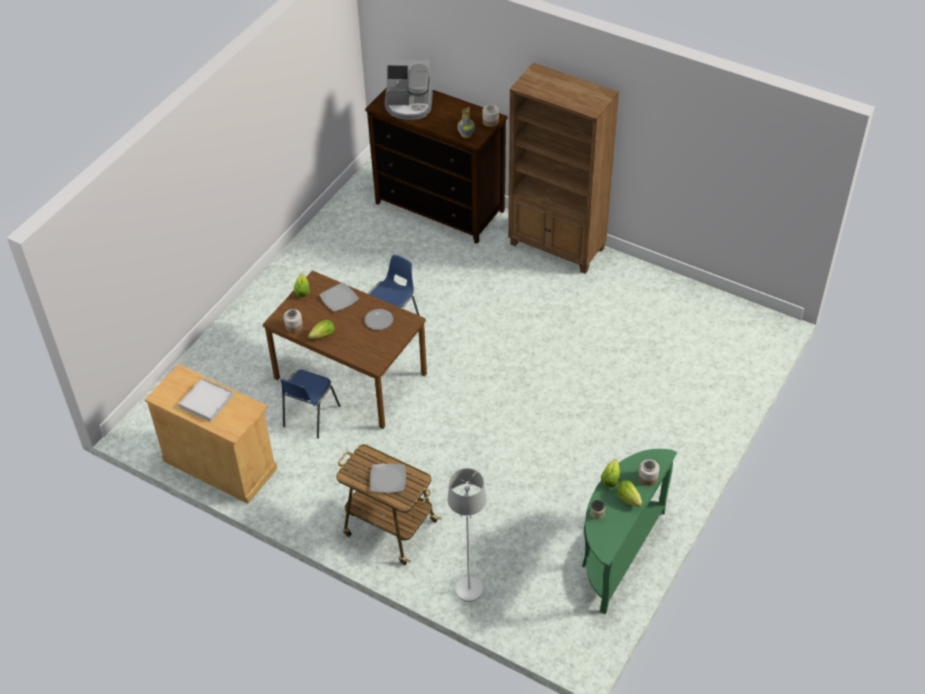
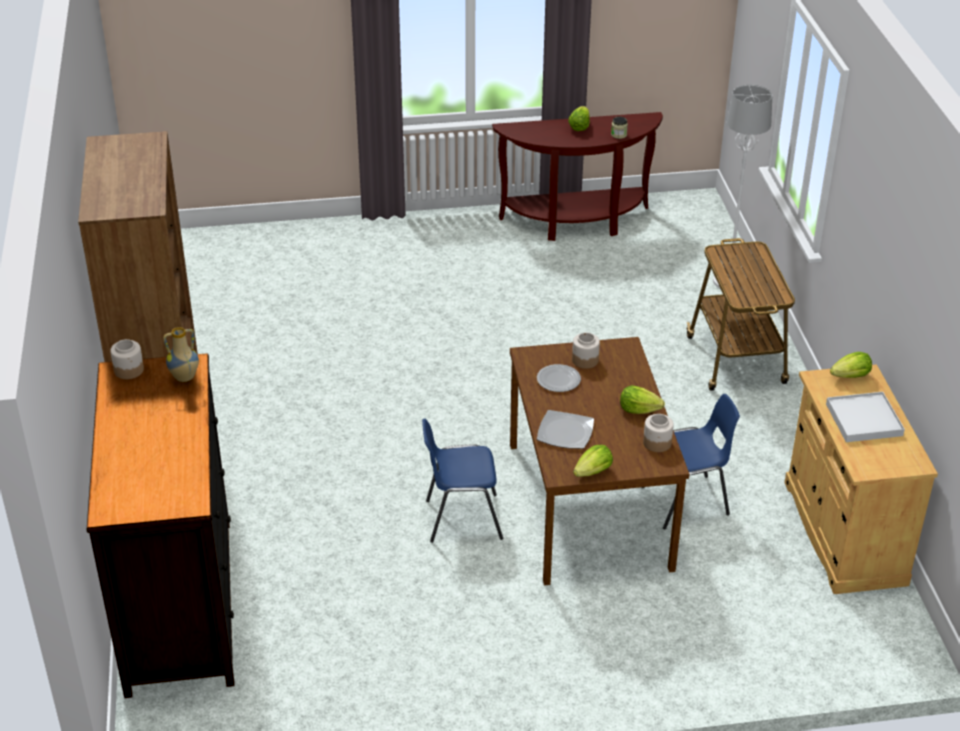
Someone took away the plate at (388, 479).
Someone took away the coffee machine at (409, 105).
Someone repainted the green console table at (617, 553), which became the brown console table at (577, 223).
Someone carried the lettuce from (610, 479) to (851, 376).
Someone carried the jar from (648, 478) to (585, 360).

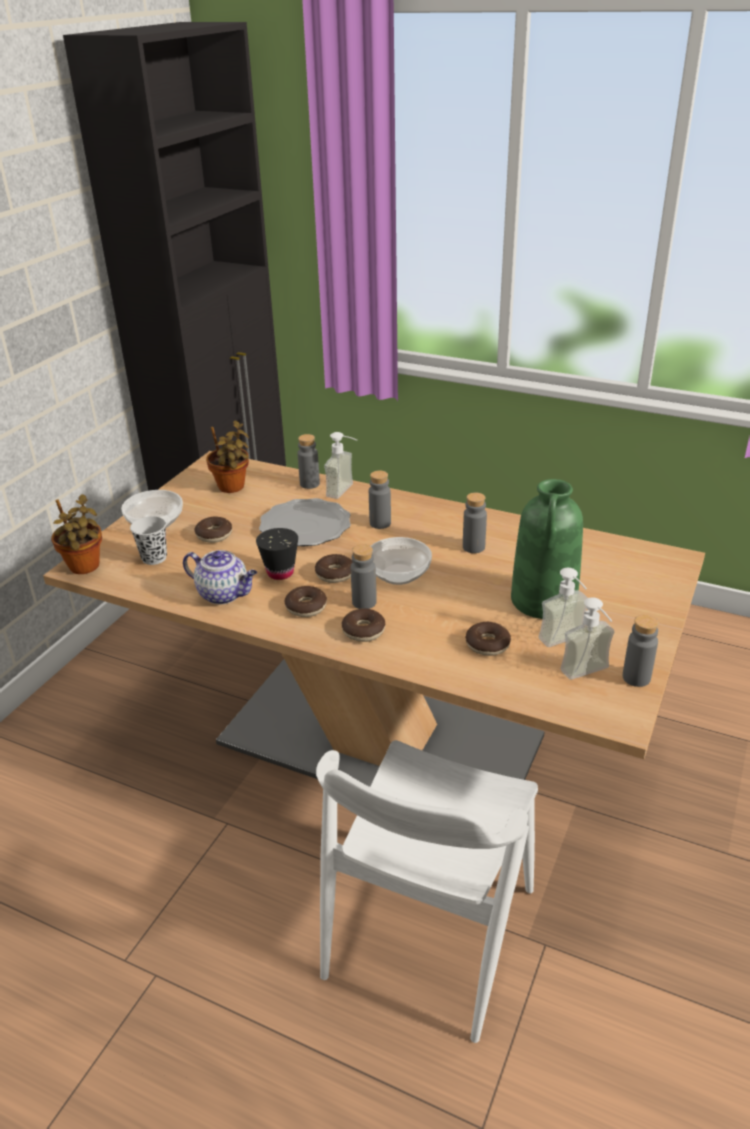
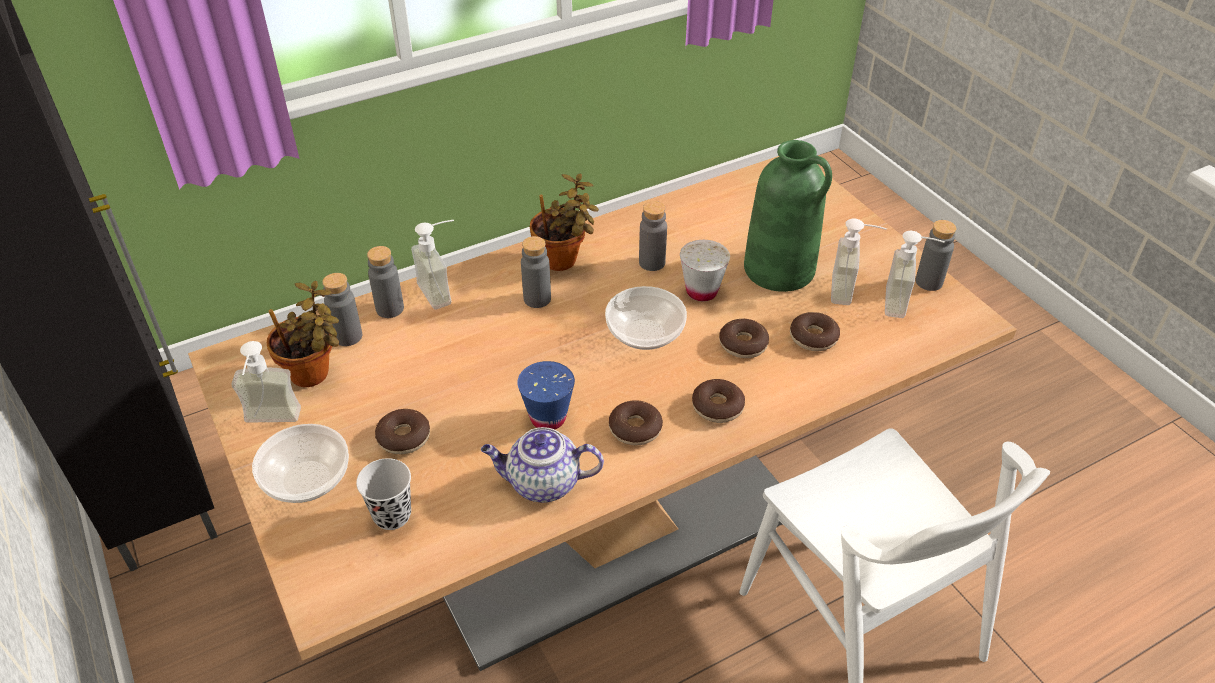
Someone carried the potted plant from (85, 568) to (563, 261).
Someone rotated the teapot at (224, 594) by 150 degrees counterclockwise.
Someone repainted the black cup at (280, 572), which became the blue cup at (548, 418).
Someone took away the plate at (305, 526).
Someone carried the donut from (335, 574) to (743, 344).
Someone carried the grey bottle from (364, 602) to (348, 336).
Someone put down the soap dispenser at (270, 423).
Someone put down the white cup at (701, 291).

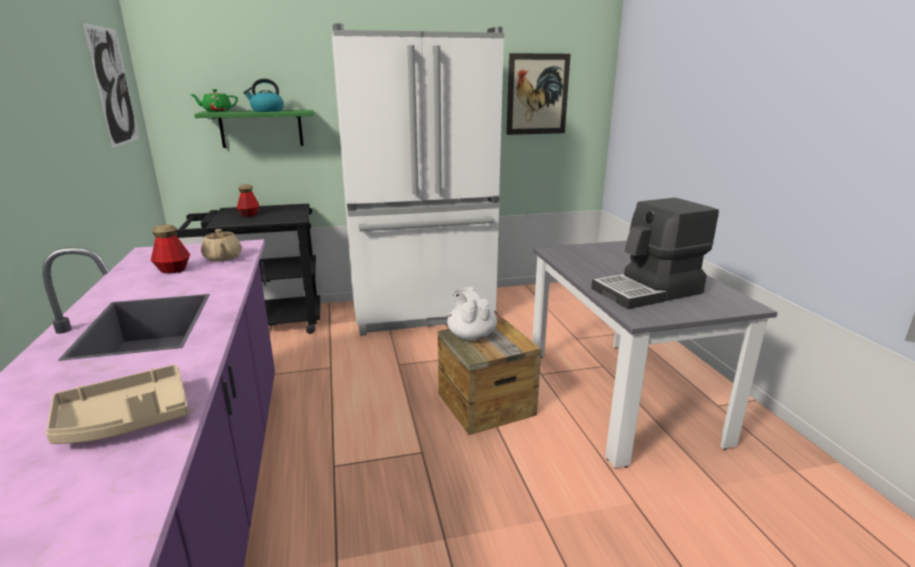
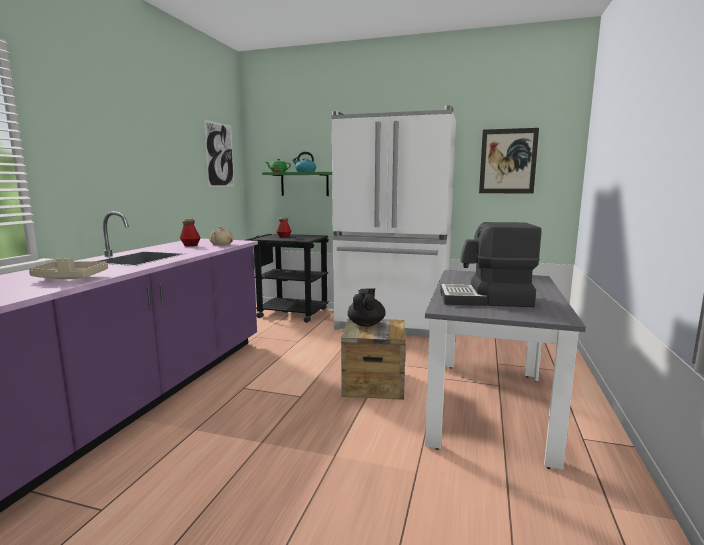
Someone repainted the white teapot at (471, 335), which became the black teapot at (366, 324).

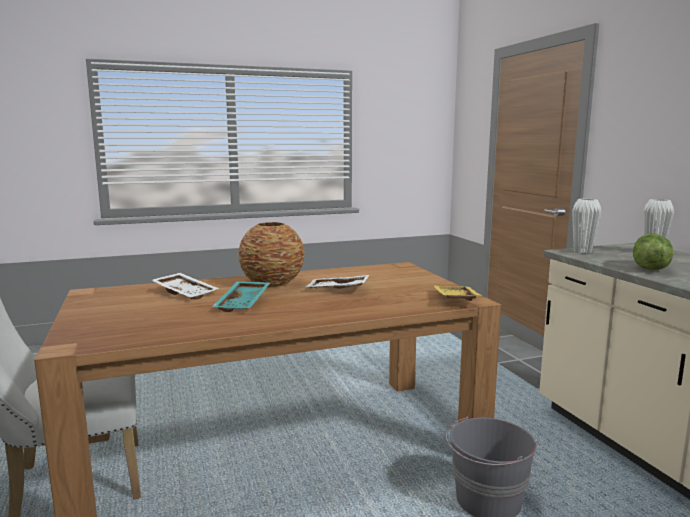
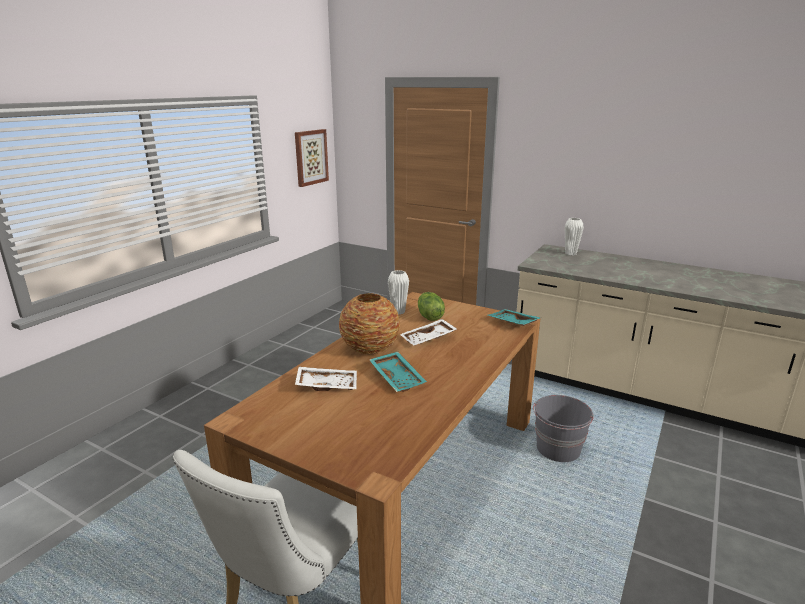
Someone repainted the yellow tray at (454, 299), which became the turquoise tray at (512, 323).
Someone carried the white vase from (582, 251) to (398, 312).
Someone carried the lettuce from (649, 268) to (429, 317).
Someone put up the picture at (310, 157).

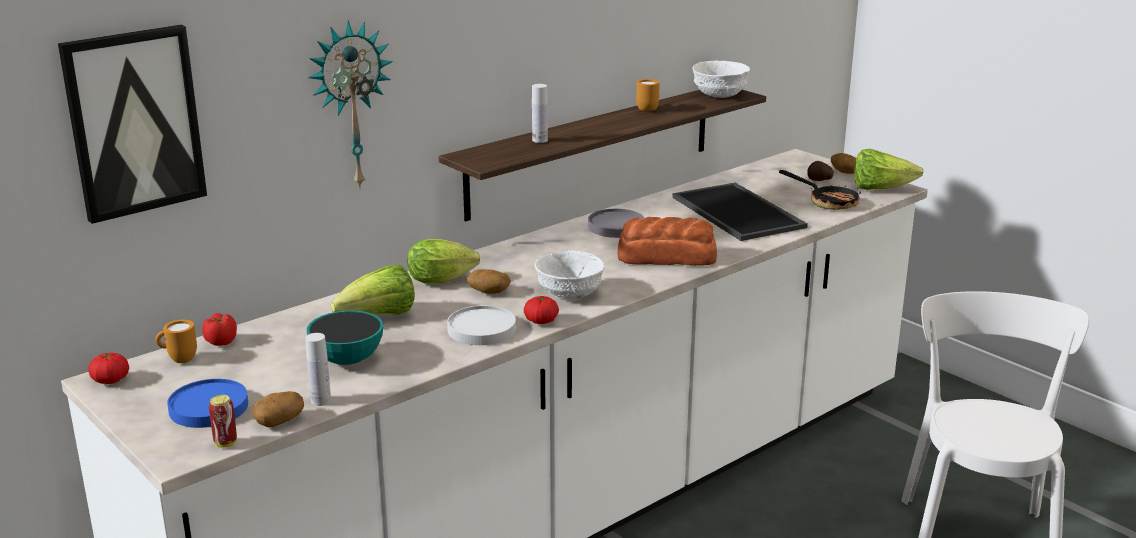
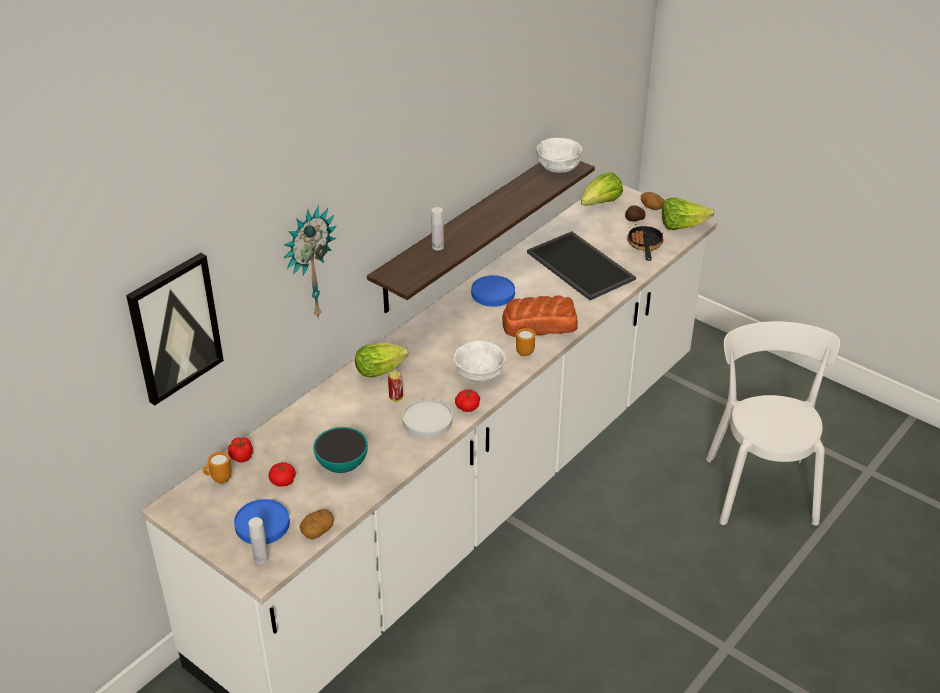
Someone carried the tomato from (110, 380) to (283, 481).
Someone carried the can from (225, 443) to (396, 398).
Someone carried the white bottle from (321, 400) to (261, 558).
Someone carried the lettuce from (379, 317) to (600, 204).
Someone took away the potato at (488, 292).
Someone repainted the grey plate at (615, 226), which became the blue plate at (492, 293).
Someone carried the orange mug from (646, 109) to (523, 351).
Someone rotated the frying pan at (827, 201) by 120 degrees counterclockwise.

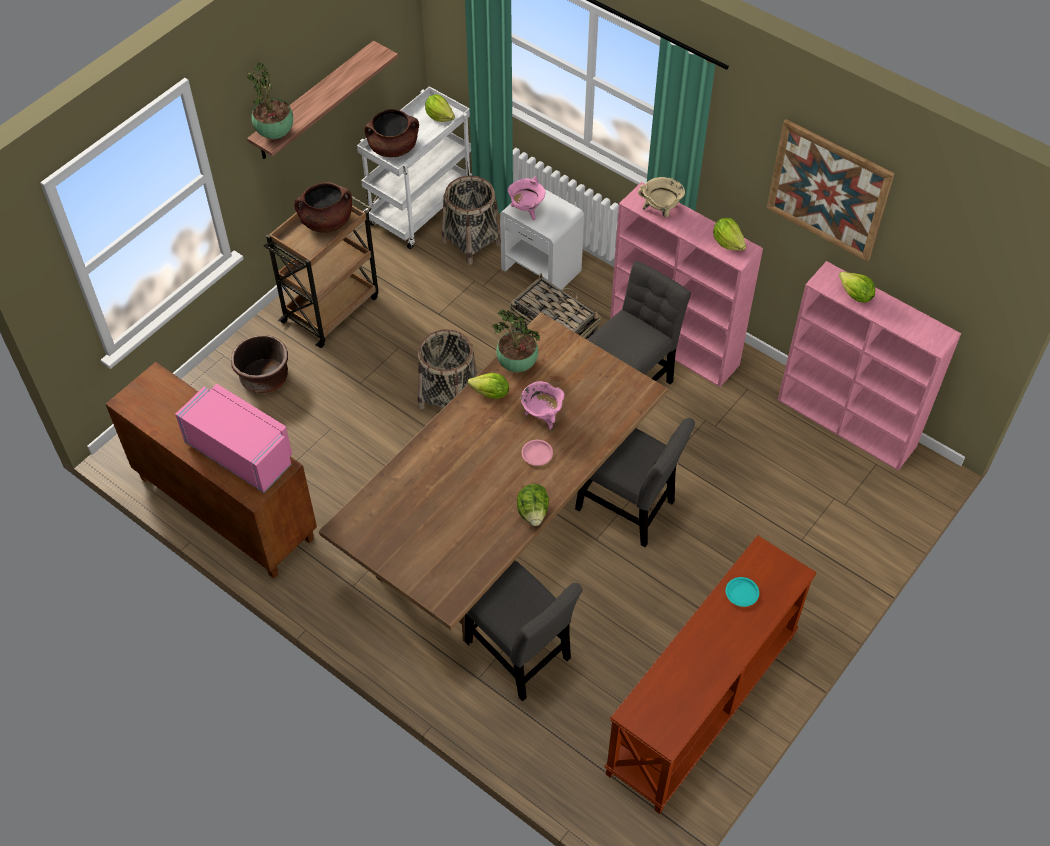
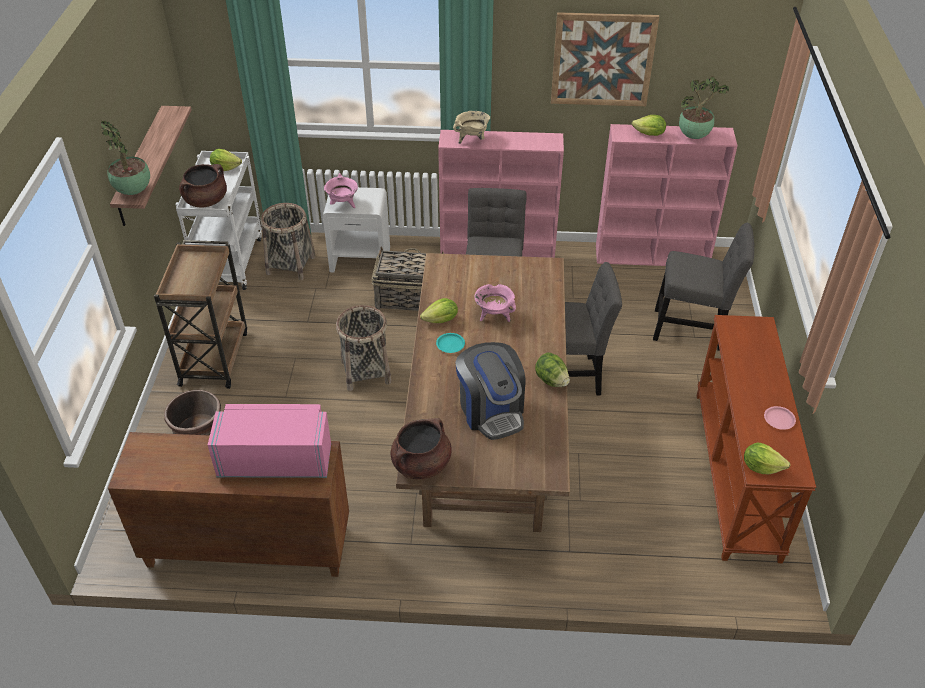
Someone carried the brown cooking pot from (326, 222) to (421, 465).
Someone carried the grey chair from (521, 655) to (692, 329).
Someone carried the potted plant from (518, 364) to (694, 136).
Someone carried the pink plate from (536, 454) to (779, 419).
Someone carried the lettuce from (728, 242) to (761, 467).
Someone carried the turquoise plate from (741, 593) to (450, 344).
Someone put down the coffee machine at (491, 410).

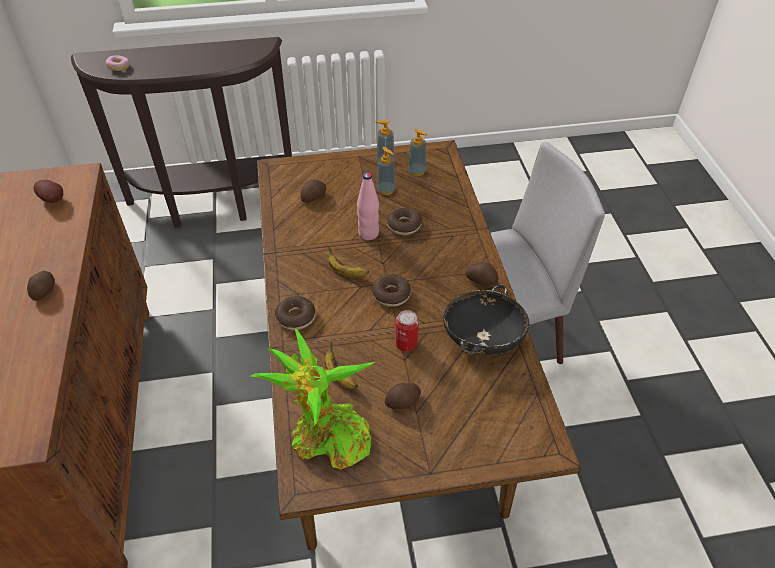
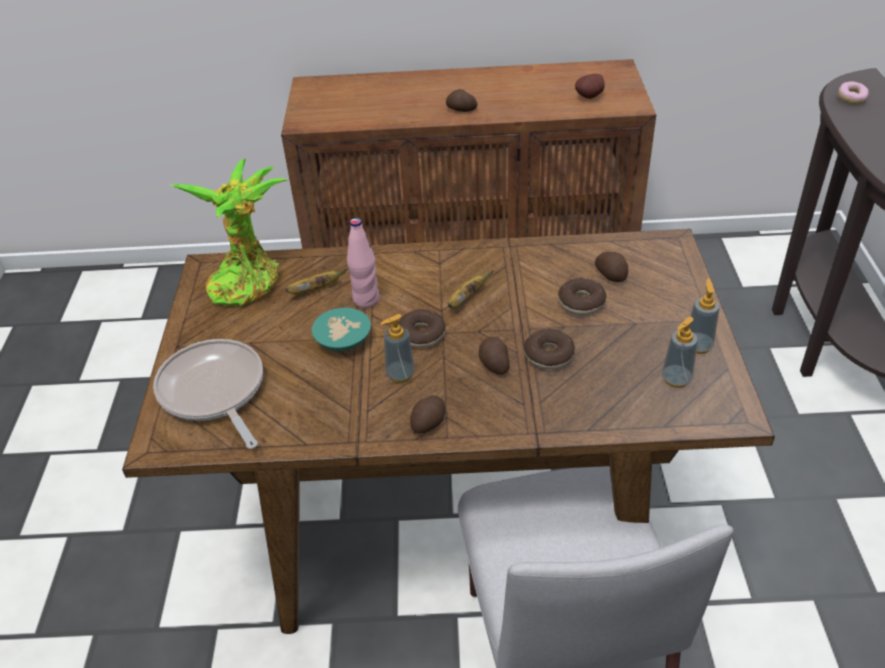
Someone carried the donut from (296, 317) to (581, 302).
Someone carried the pink bottle from (368, 233) to (366, 300).
Someone carried the soap dispenser from (386, 190) to (400, 374).
Someone carried the potato from (403, 402) to (494, 364).
Someone swapped the can at (406, 343) for the turquoise bowl at (342, 341).
Someone took away the black bowl at (482, 338).
Someone put down the frying pan at (214, 392).

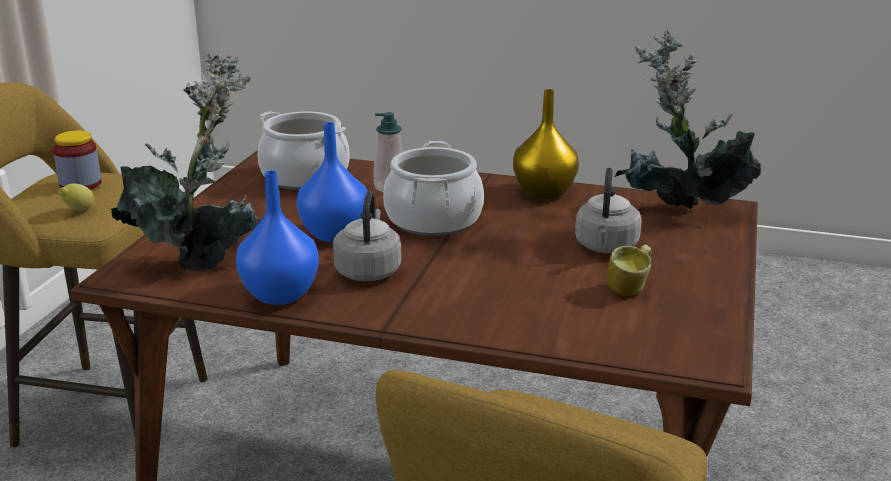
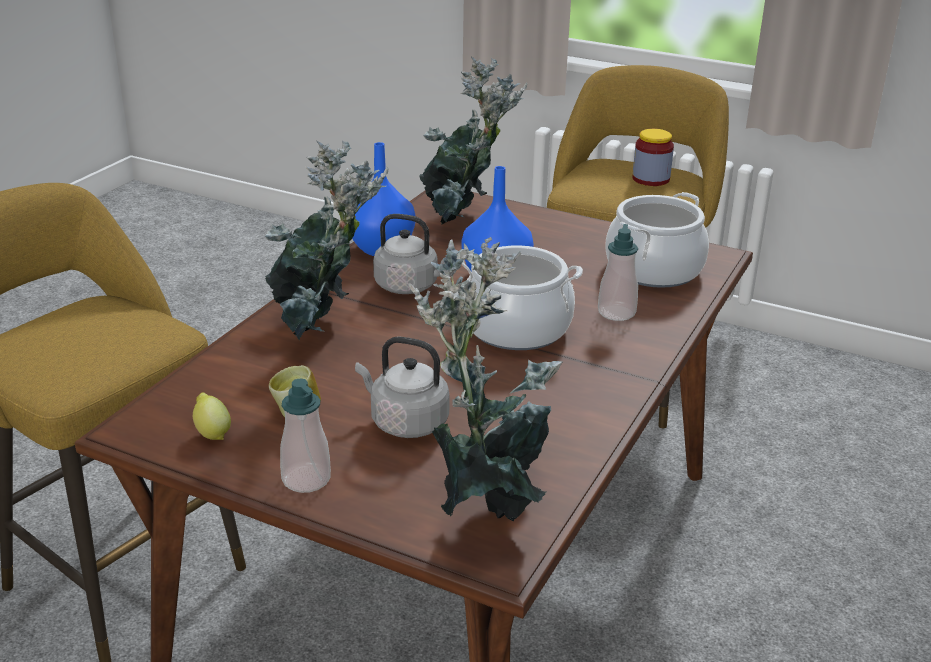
Someone carried the lemon from (78, 210) to (212, 433).
Someone took away the yellow vase at (542, 192).
Someone put down the potted plant at (321, 331).
Someone put down the soap dispenser at (306, 479).

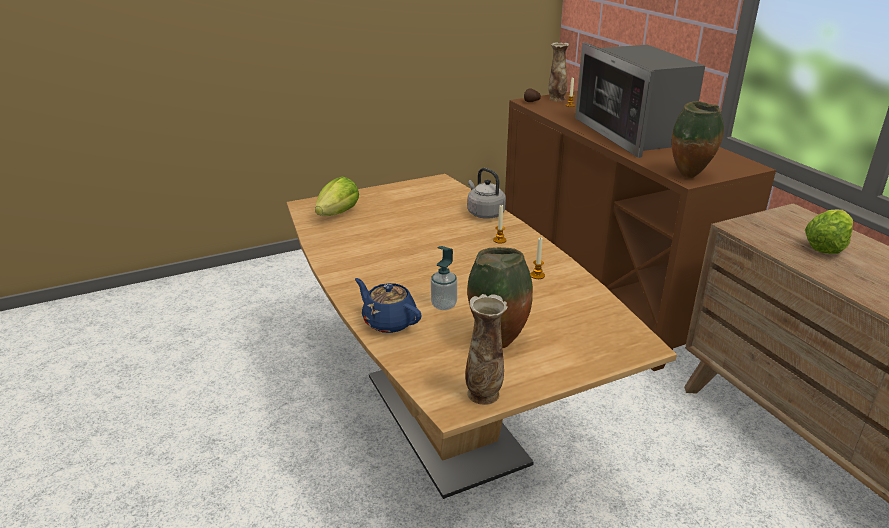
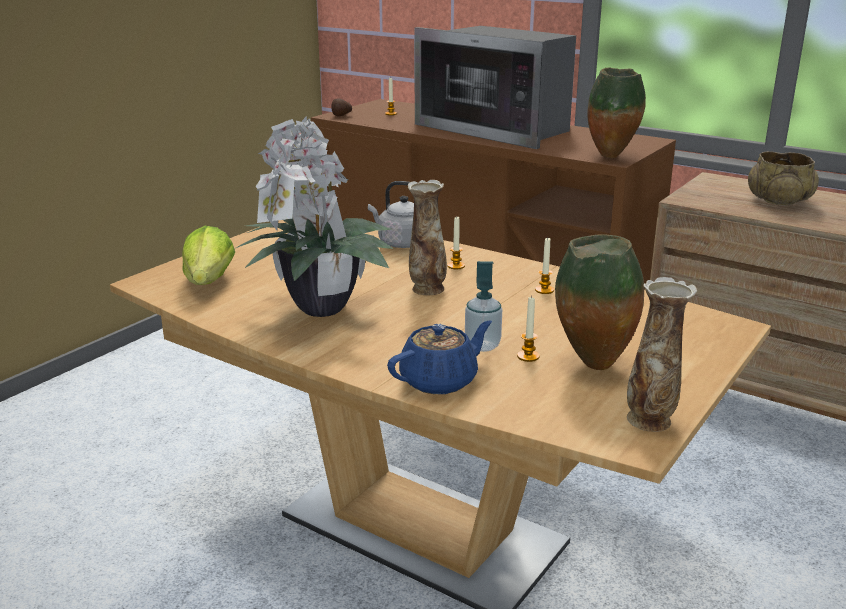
Someone rotated the blue teapot at (388, 321) by 135 degrees clockwise.
Someone carried the vase from (556, 99) to (427, 289).
Someone swapped the lettuce at (825, 247) for the beige bowl at (779, 201).
Someone put down the potted plant at (318, 311).
Someone put down the candle at (528, 356).

